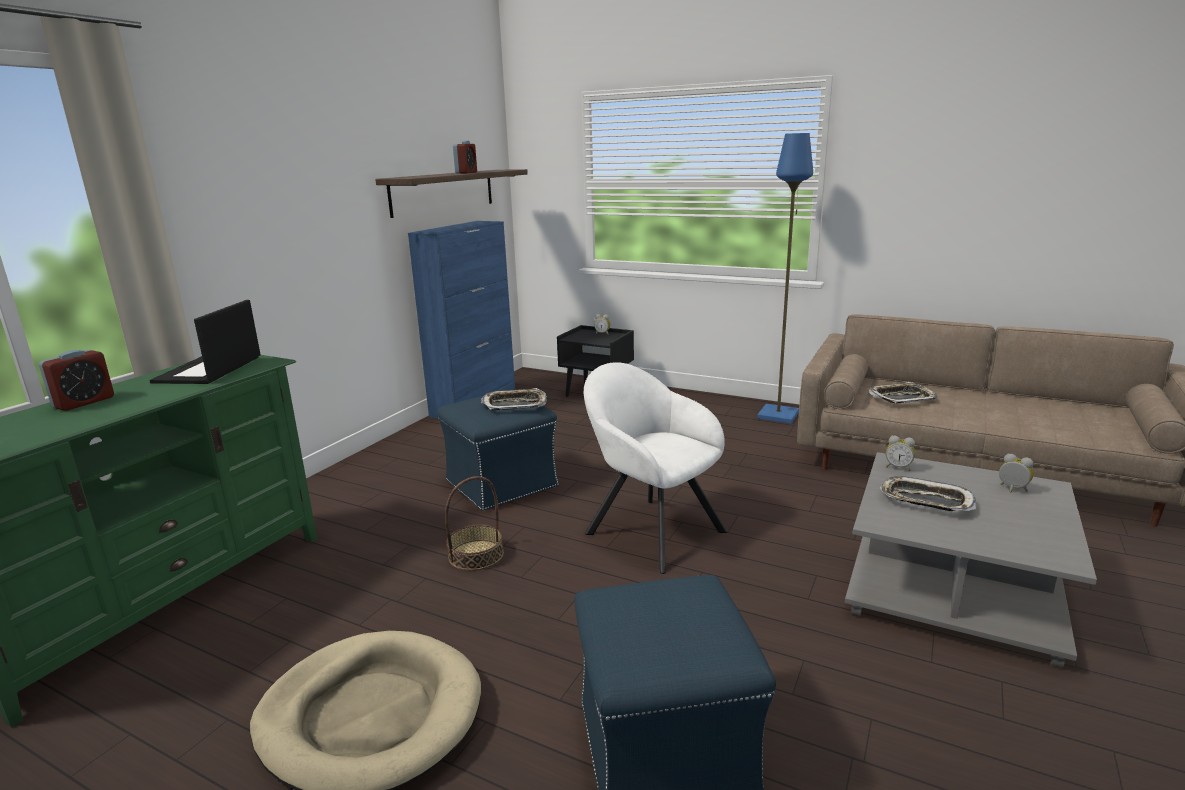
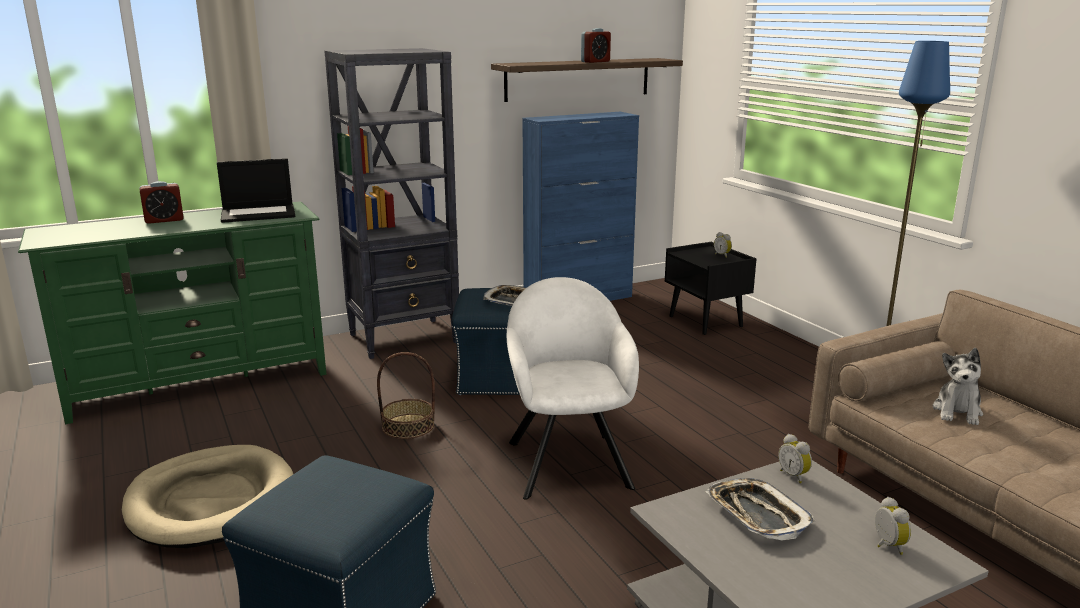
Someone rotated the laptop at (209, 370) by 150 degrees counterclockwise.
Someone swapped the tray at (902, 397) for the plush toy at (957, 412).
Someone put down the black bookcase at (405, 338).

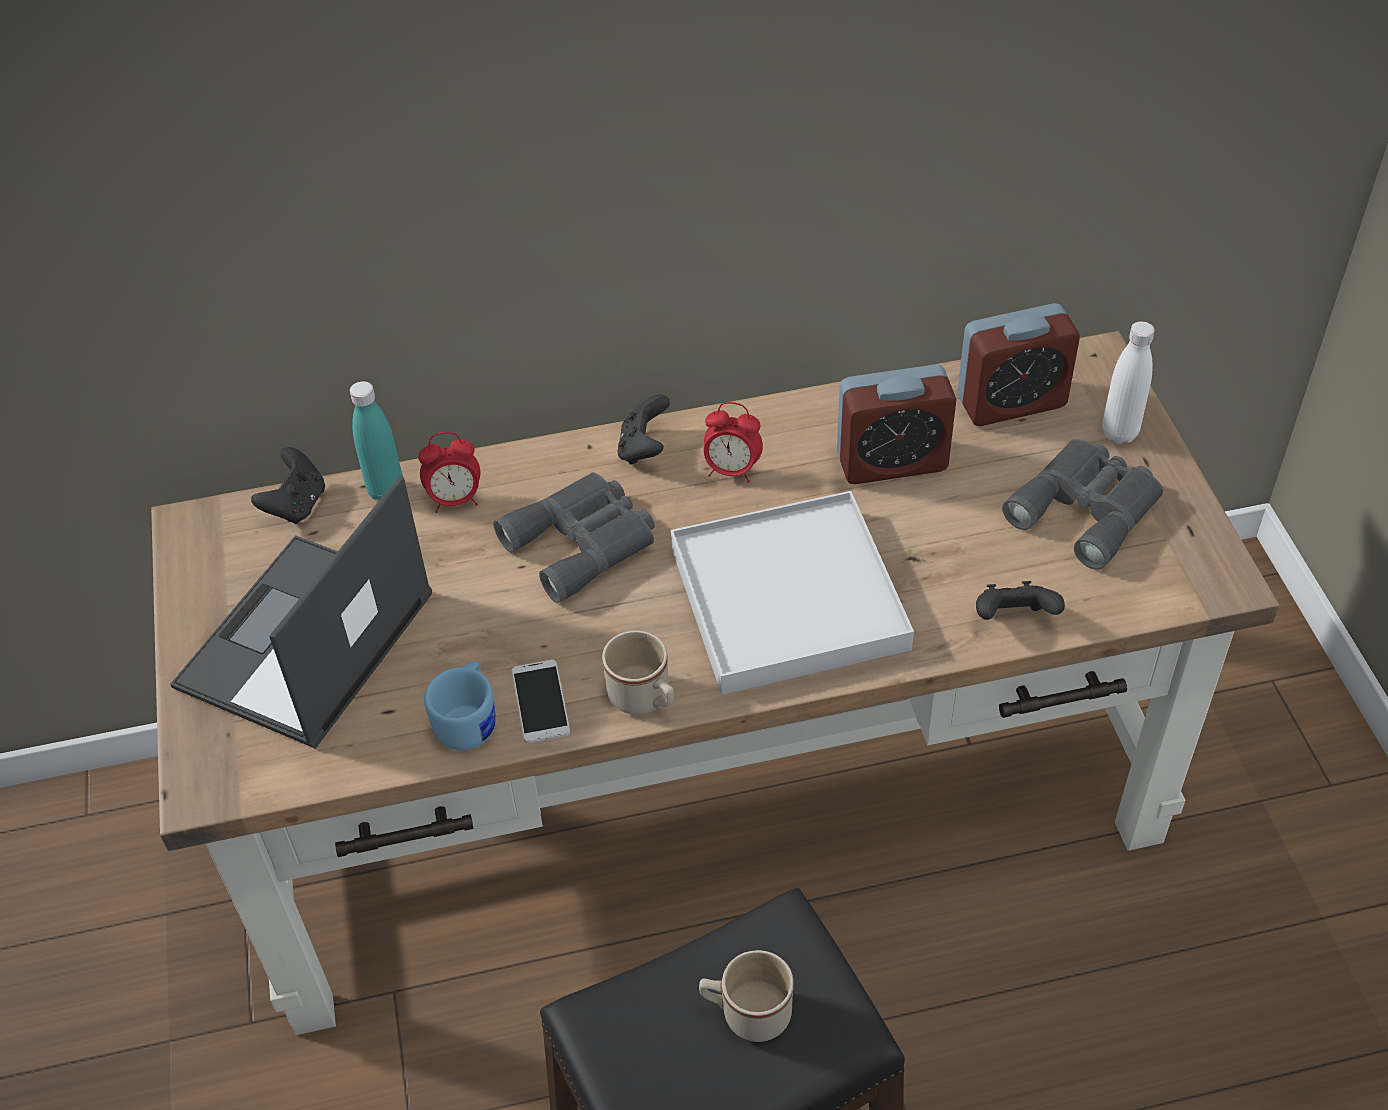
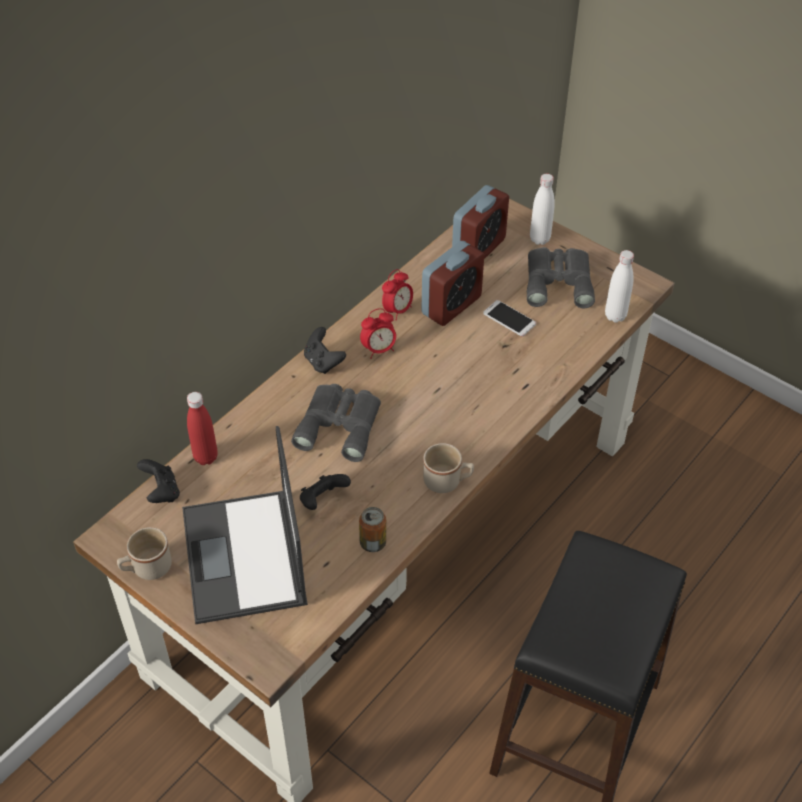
Someone repainted the turquoise bottle at (386, 491), which became the red bottle at (205, 457).
Someone carried the alarm clock from (455, 500) to (397, 310).
Someone swapped the blue mug at (470, 720) for the can at (373, 543).
Someone carried the phone from (540, 702) to (509, 319).
Someone took away the white tray at (789, 598).
Someone carried the beige mug from (746, 1012) to (146, 568).
Someone carried the black game controller from (1013, 619) to (323, 500).
Someone put down the white bottle at (615, 316).

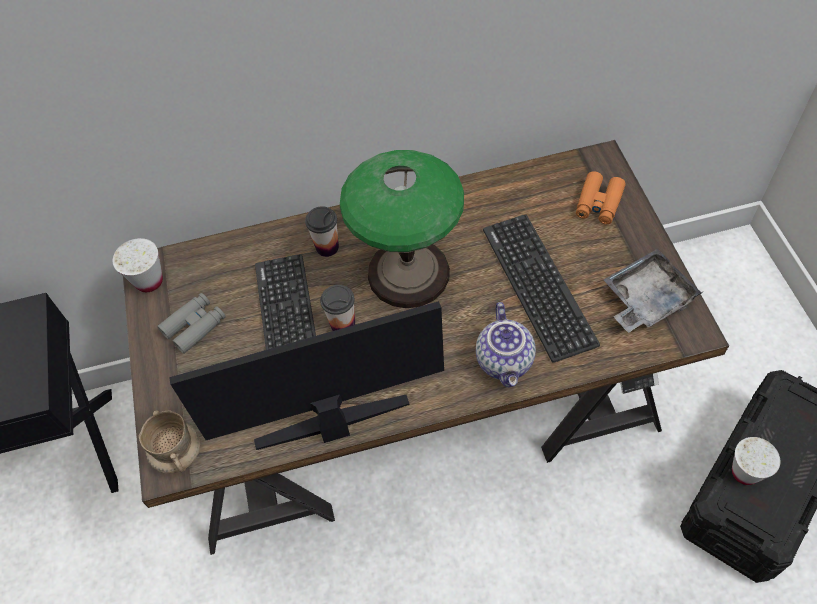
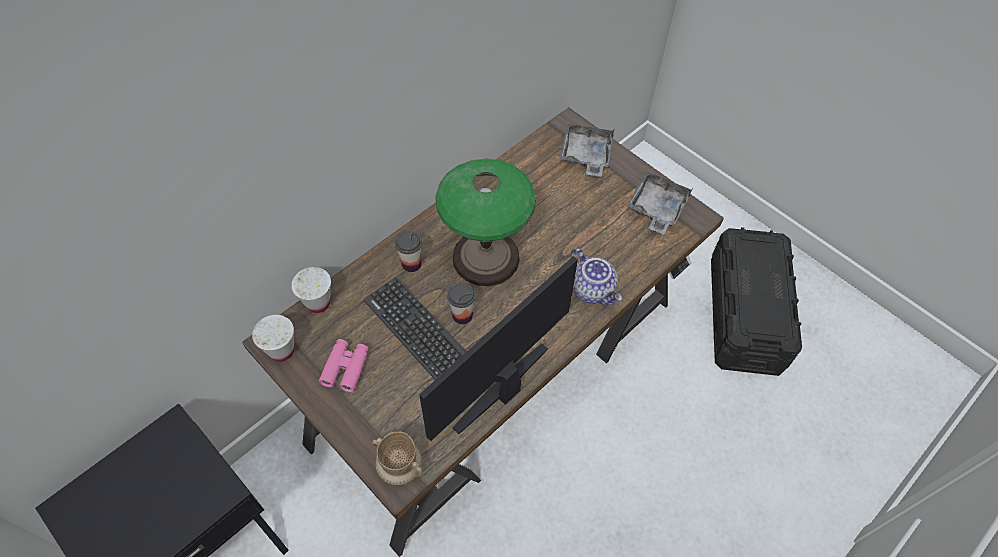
Someone repainted the grey binoculars at (194, 326), which became the pink binoculars at (346, 368).
Someone took away the keyboard at (538, 285).
Someone swapped the orange binoculars at (598, 203) for the grey tray at (586, 155).
Someone carried the white cup from (745, 472) to (318, 302).

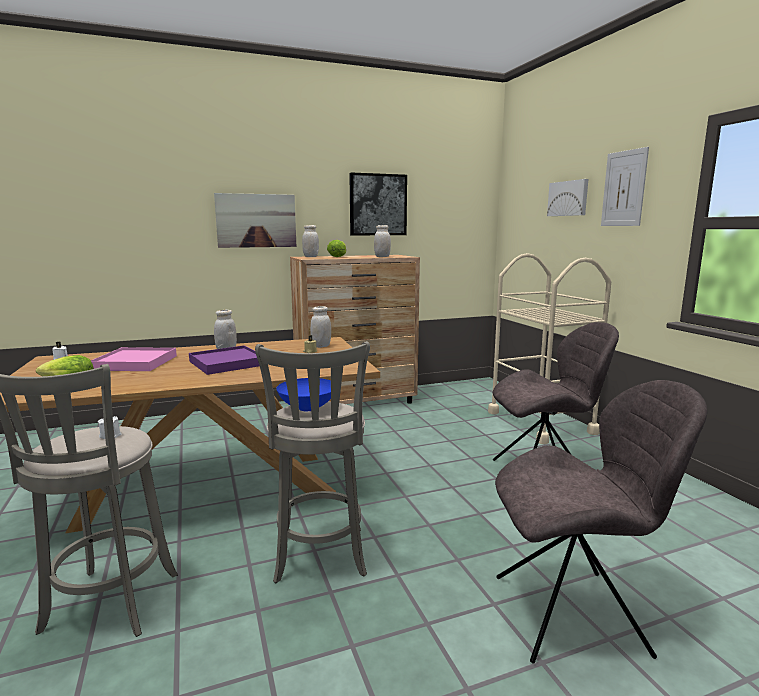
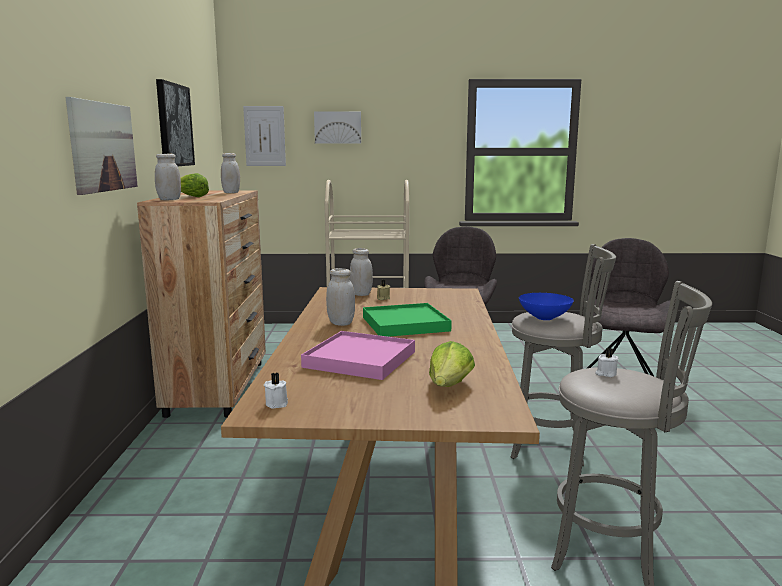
Someone repainted the purple tray at (227, 363), which became the green tray at (405, 324).
Someone carried the picture from (624, 188) to (265, 136).

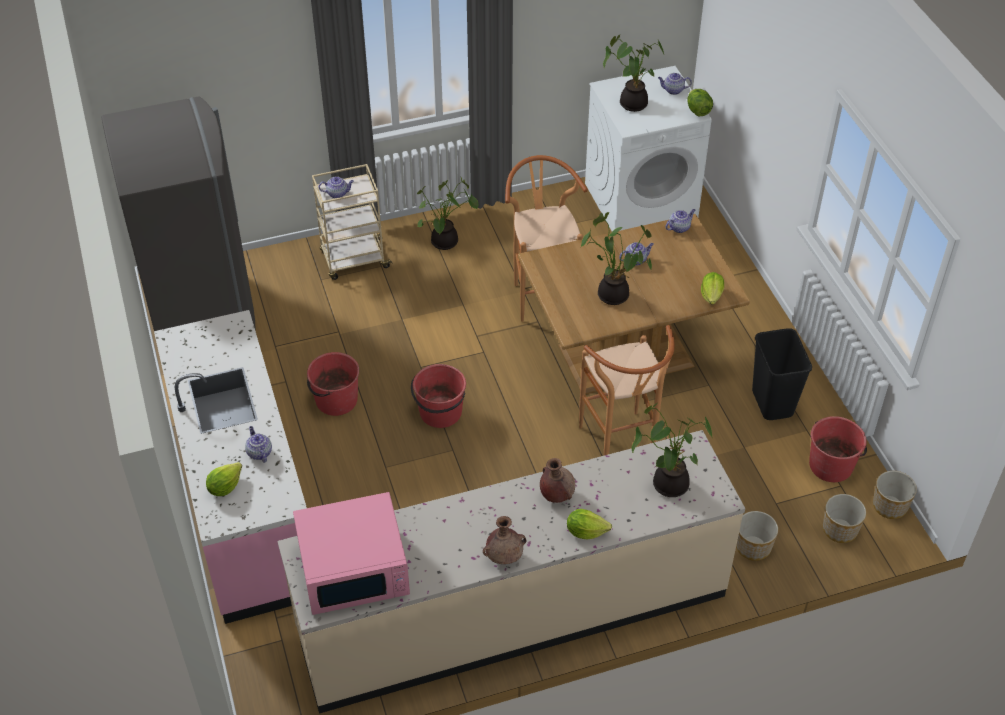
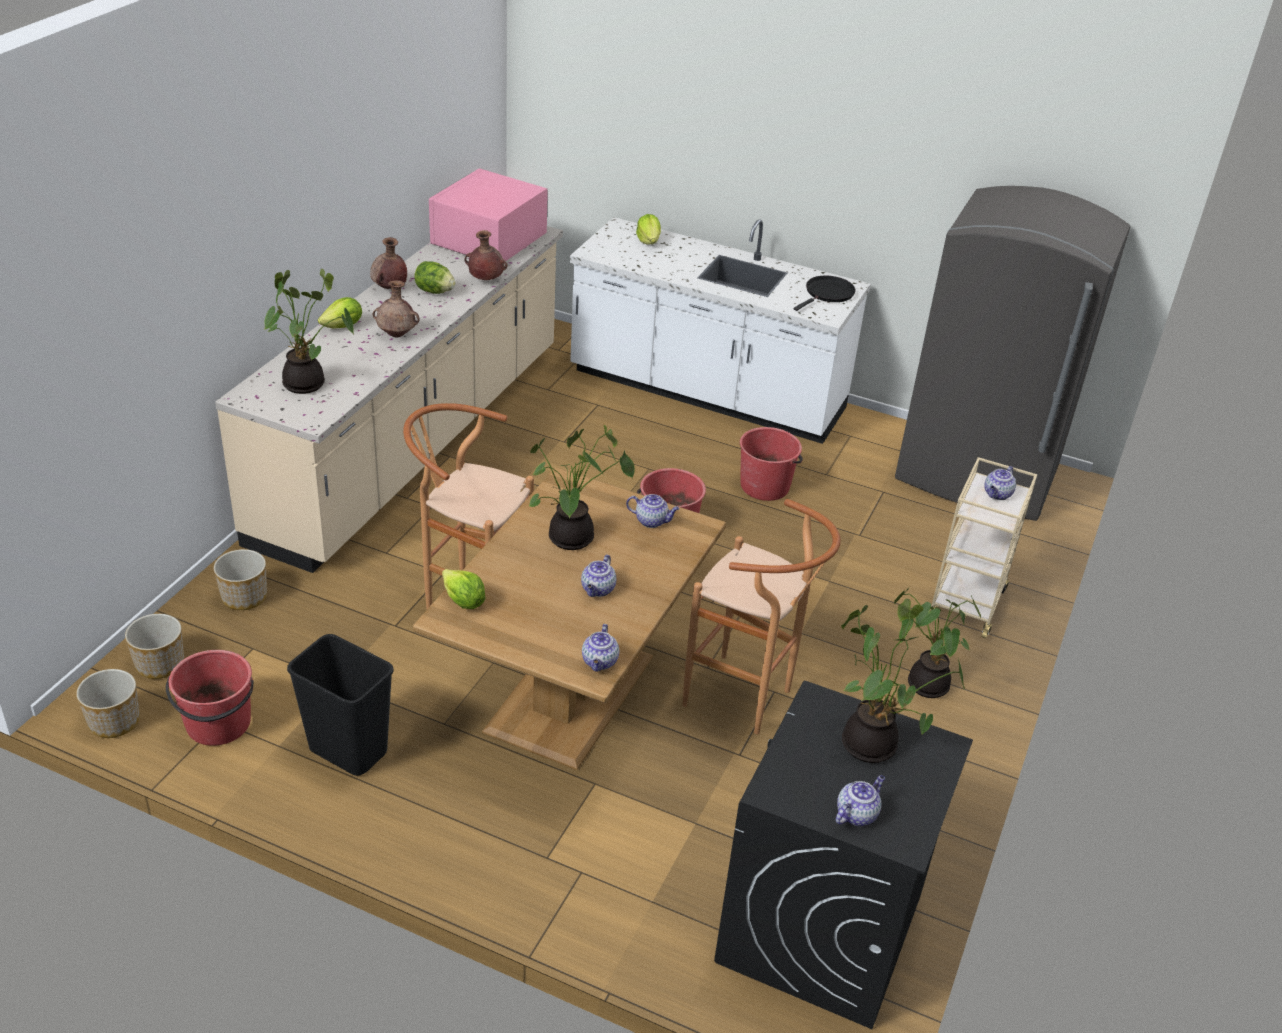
Someone repainted the pink counter at (246, 504), which became the white counter at (706, 393).
Someone carried the teapot from (259, 452) to (652, 521).
Someone repainted the white washing machine at (641, 200), which became the black washing machine at (820, 930).
Someone carried the lettuce from (698, 111) to (434, 291).
Someone put down the brown vase at (485, 279).
Someone put down the black frying pan at (827, 294).

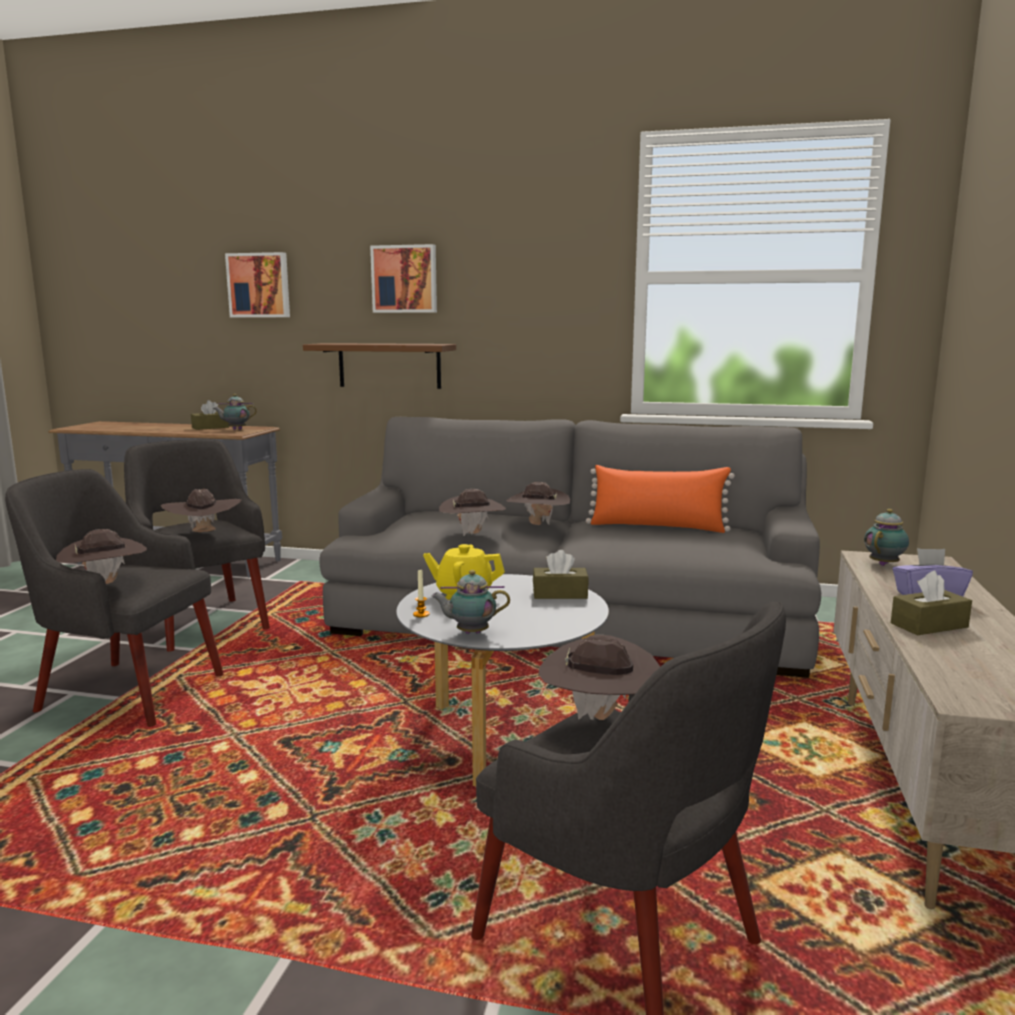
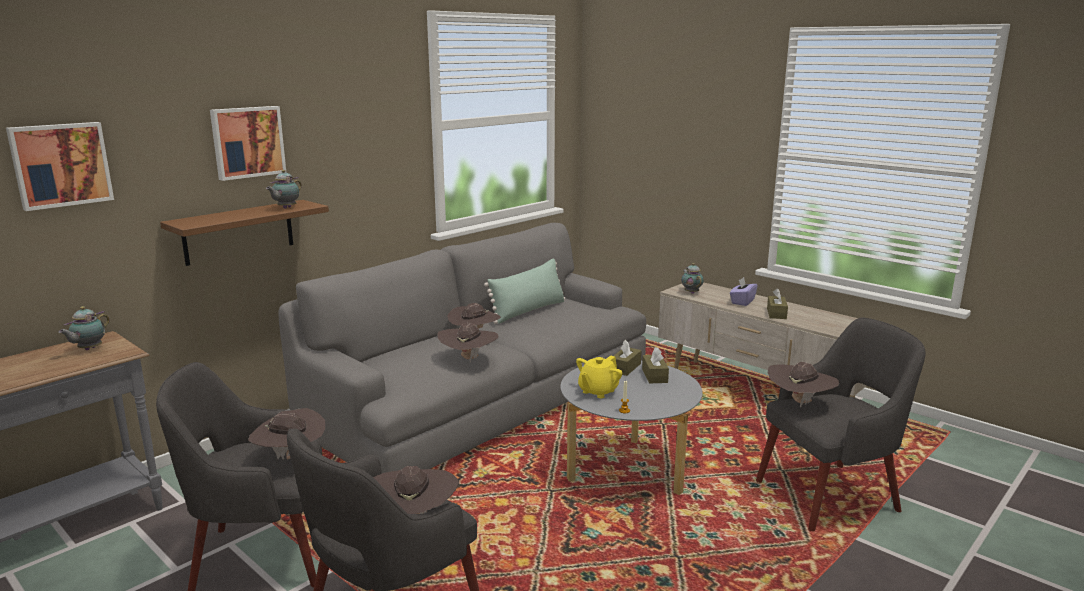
Someone carried the brown tissue box from (210, 427) to (654, 375).
Someone carried the teapot from (470, 633) to (286, 208).
Someone repainted the orange pillow at (657, 527), which became the green pillow at (528, 311).

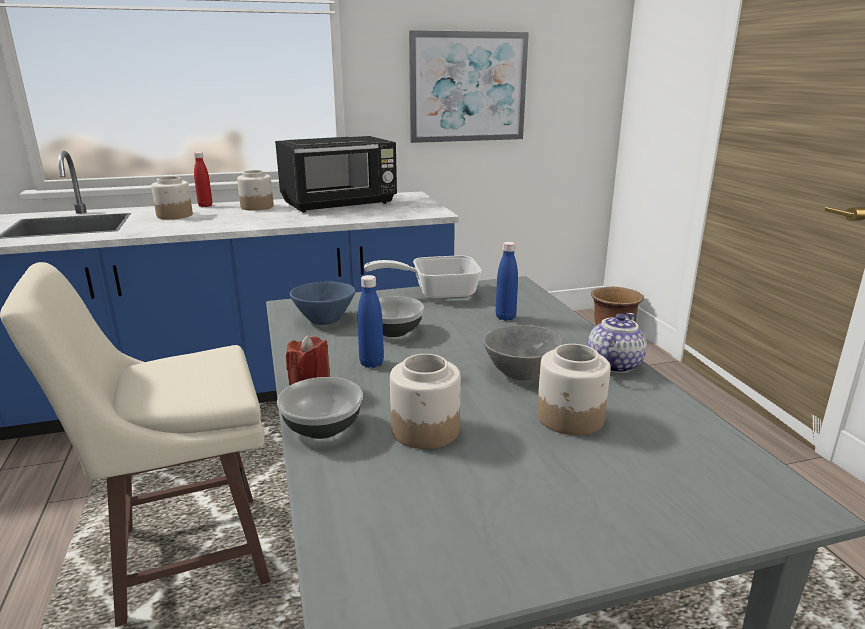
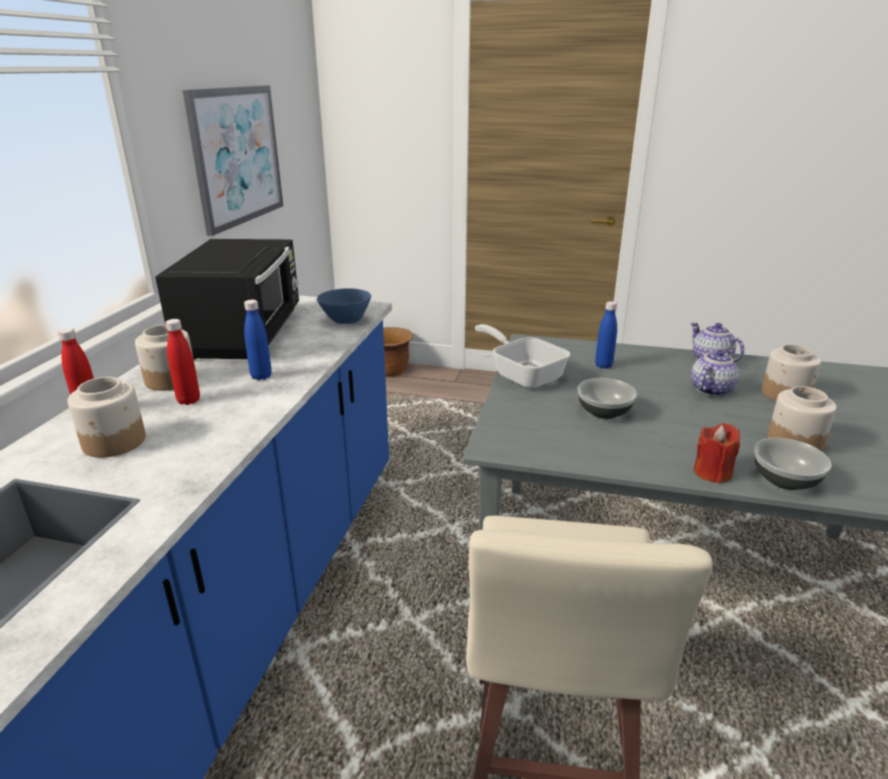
Someone carried the blue bowl from (326, 319) to (346, 319).
Someone carried the blue bottle from (371, 363) to (261, 376).
Someone rotated the frying pan at (436, 293) by 120 degrees clockwise.
Someone swapped the grey bowl at (519, 372) for the teapot at (710, 389).
Someone put down the red bottle at (189, 400).

